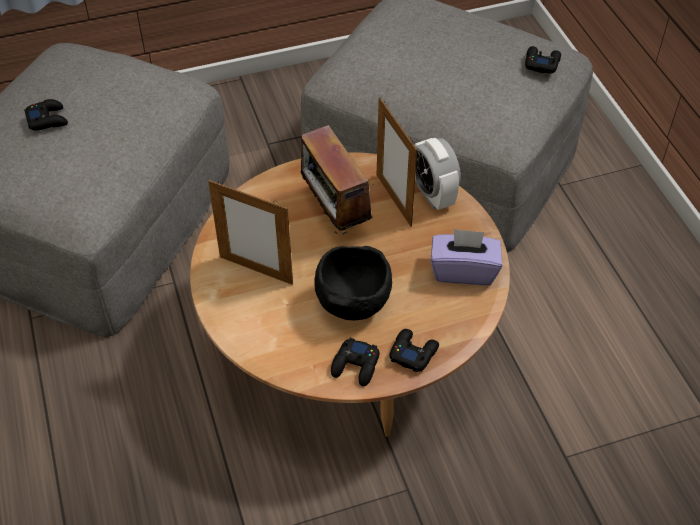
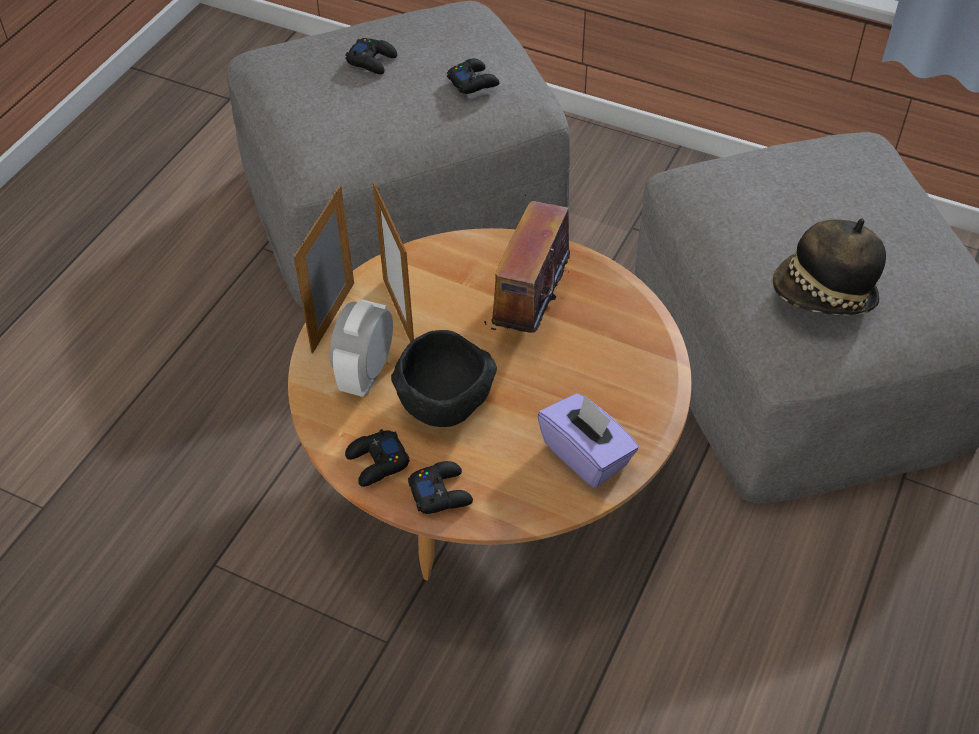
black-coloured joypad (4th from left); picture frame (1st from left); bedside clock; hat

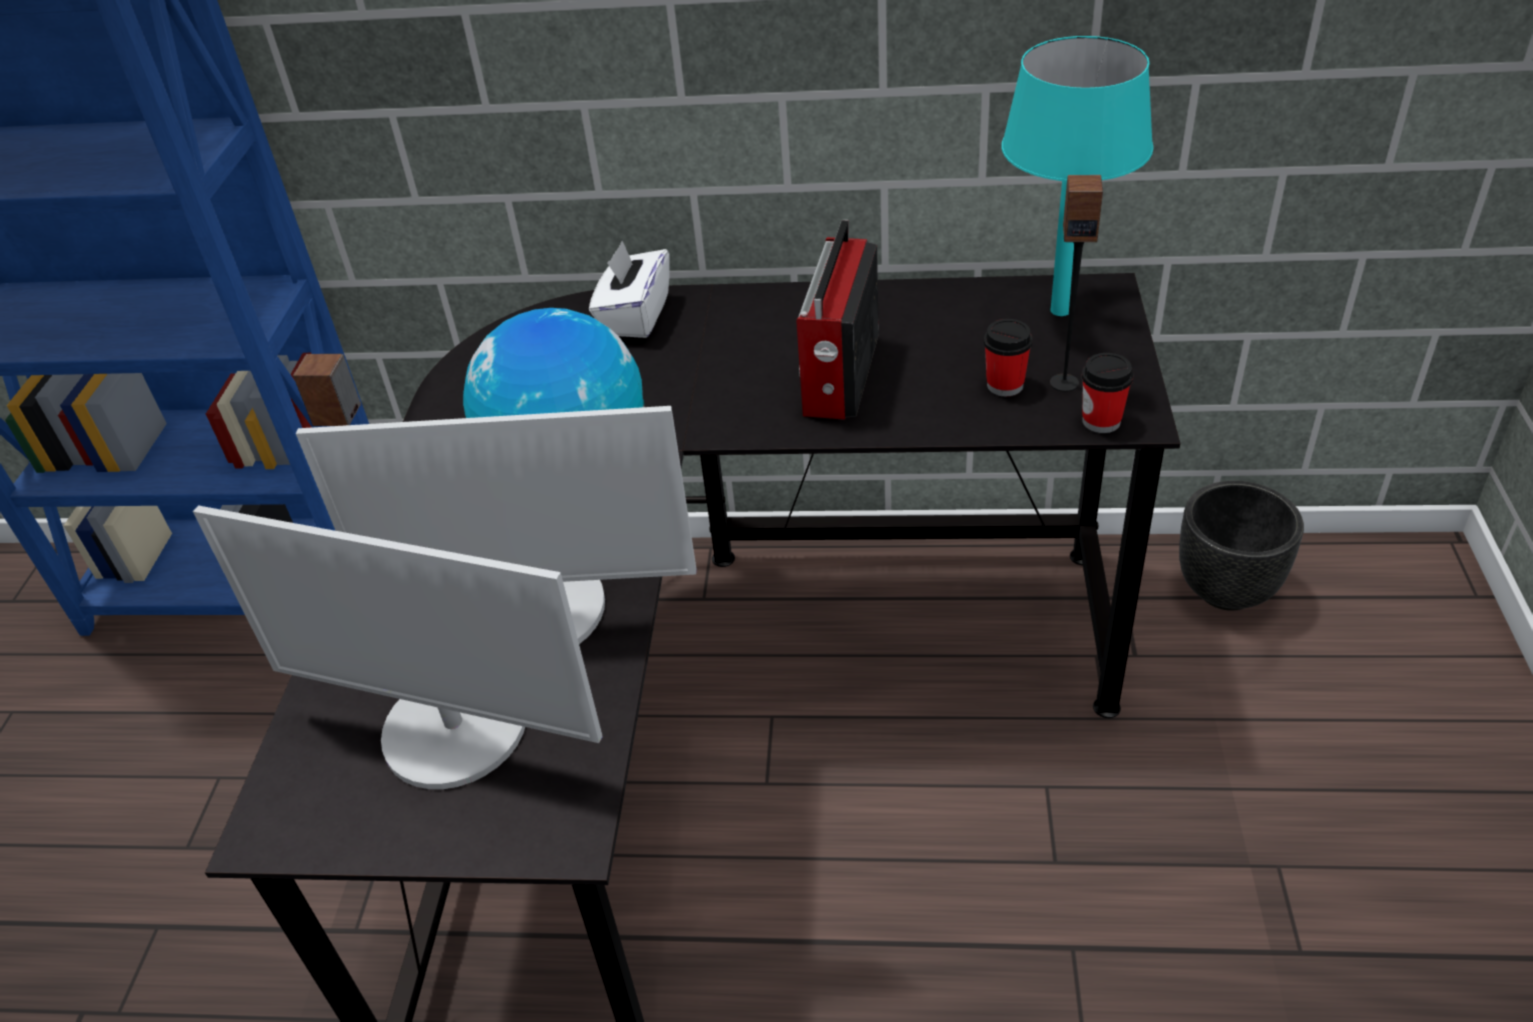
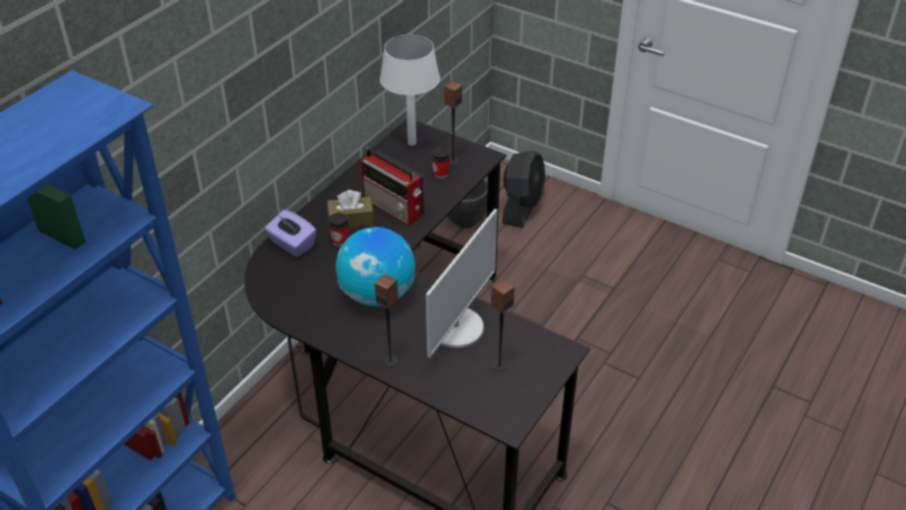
whitish lamp for a table; purplish box of tissues; drinking cup (1st from left); audio speaker (3rd from left); black-coloured electric fan; brown-coloured box of tissues

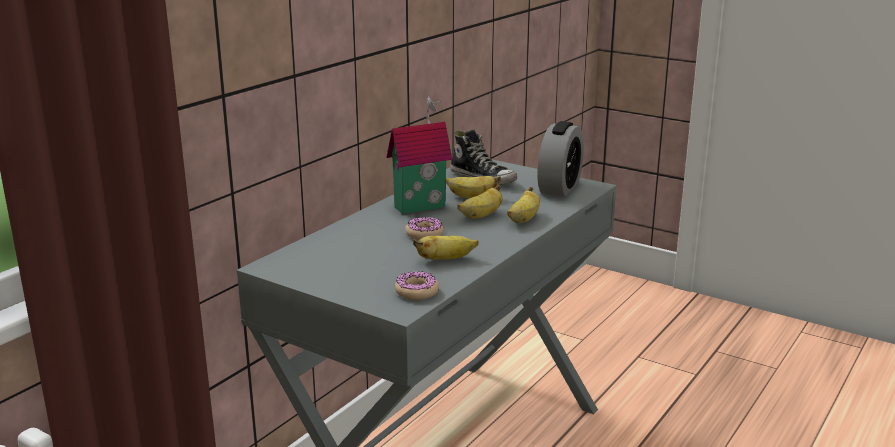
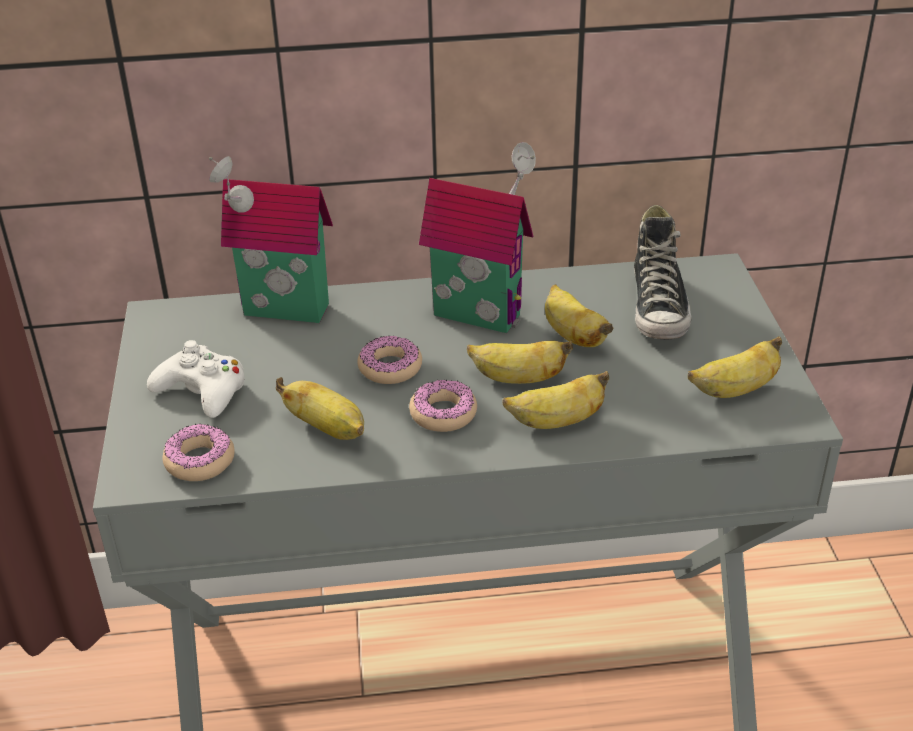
banana fruit (5th from left); toy house (1st from left); whitish joypad; donut (3rd from left)

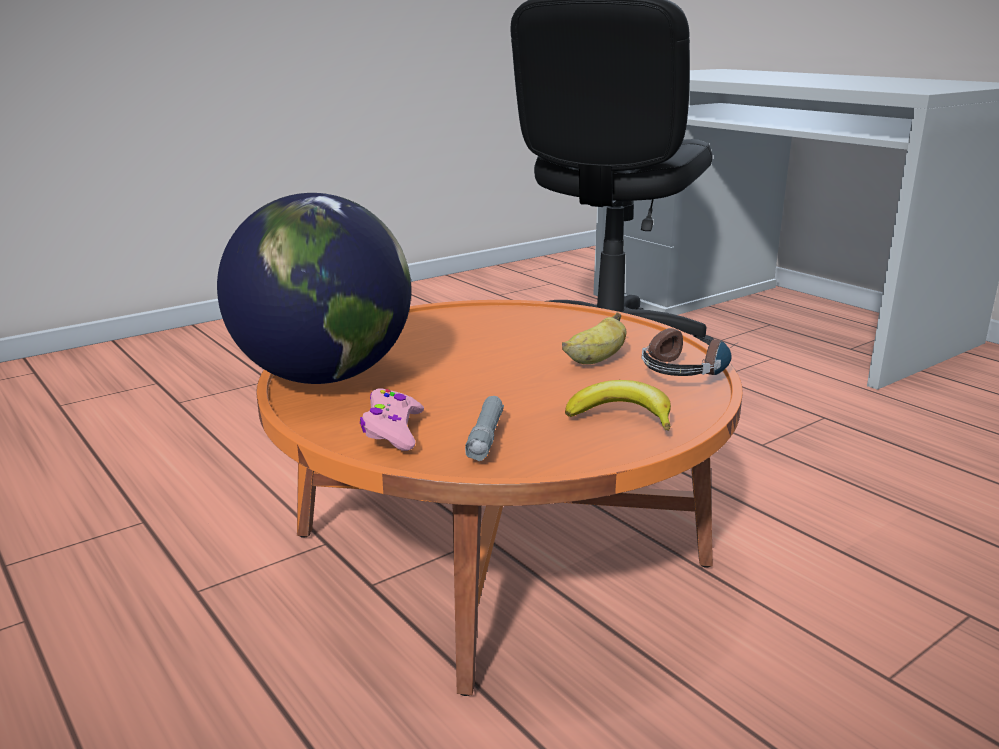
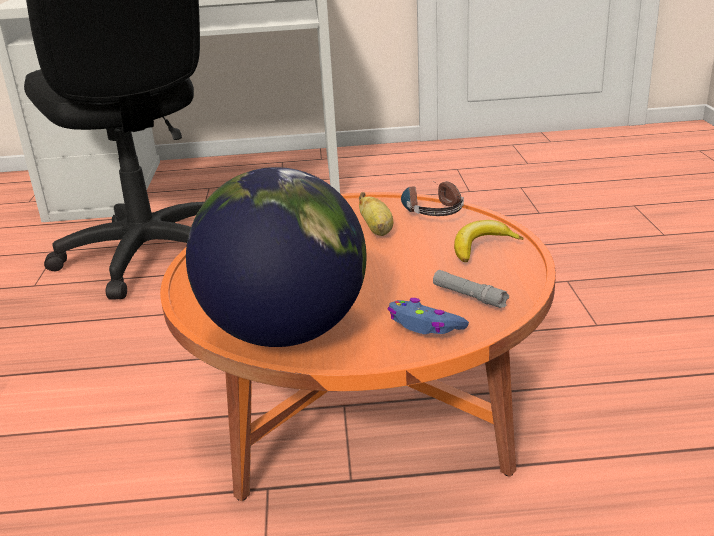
blue-coloured joypad

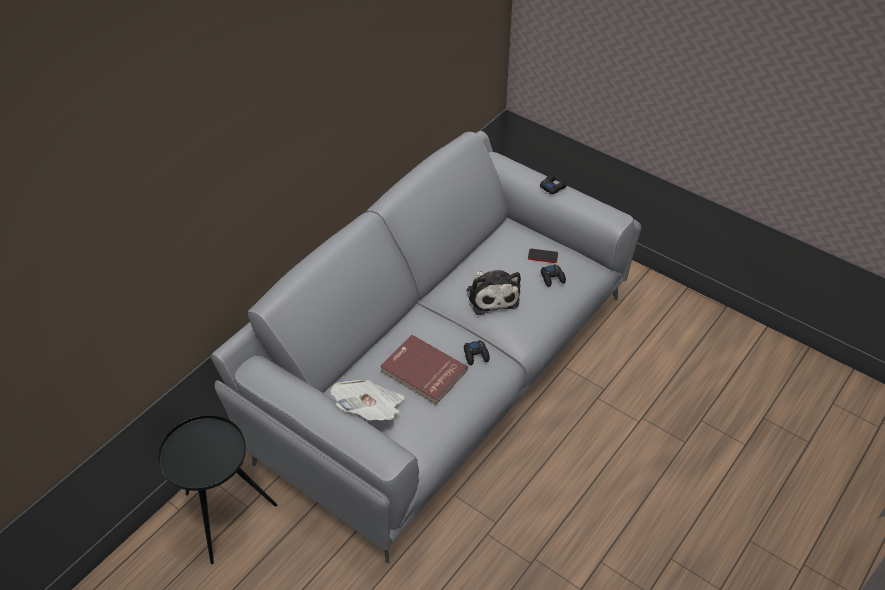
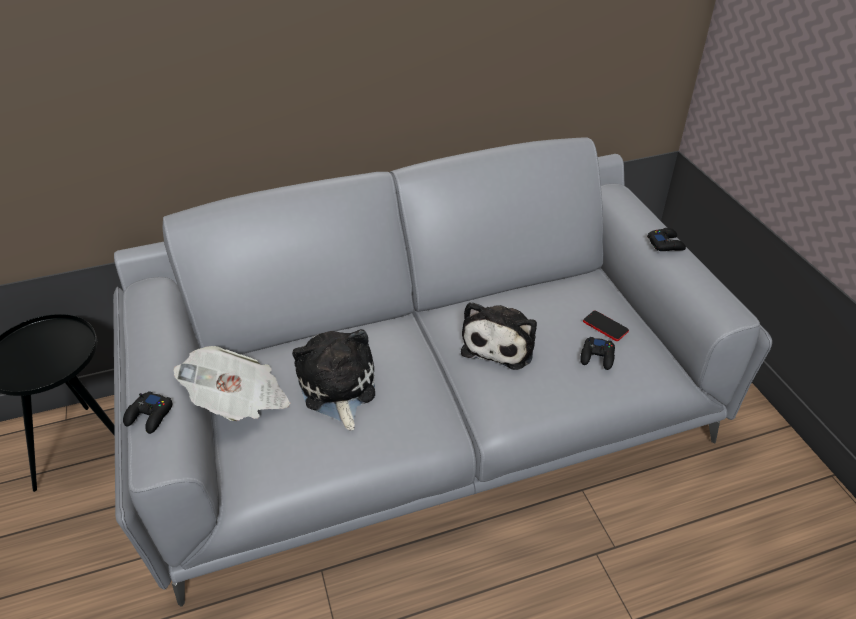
cuddly toy (1st from left); black-coloured joypad (1st from left)

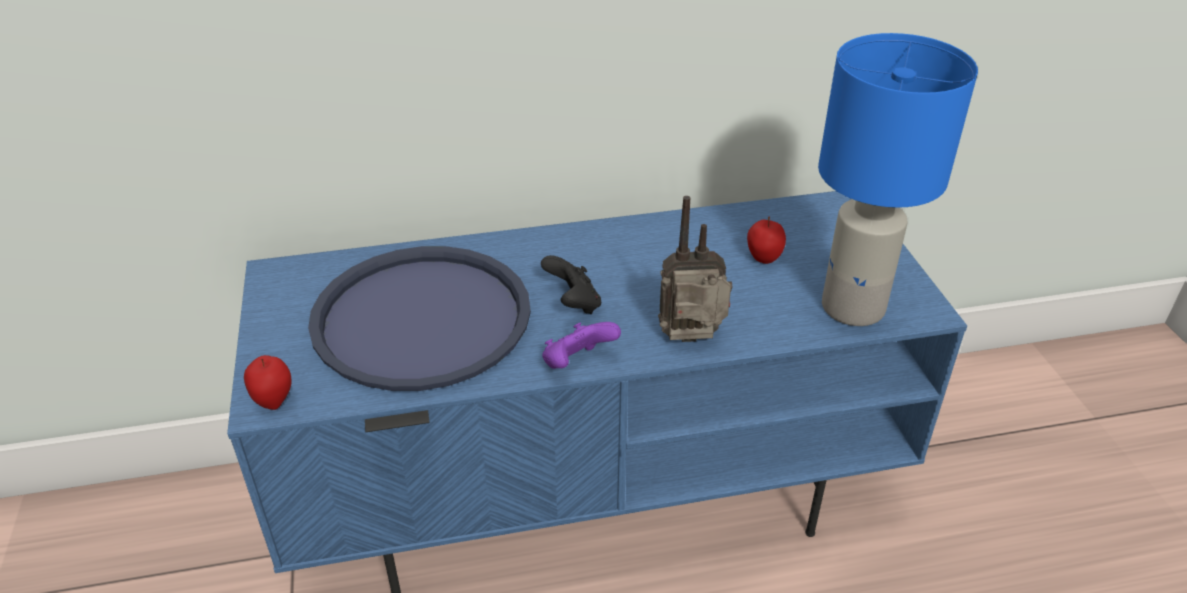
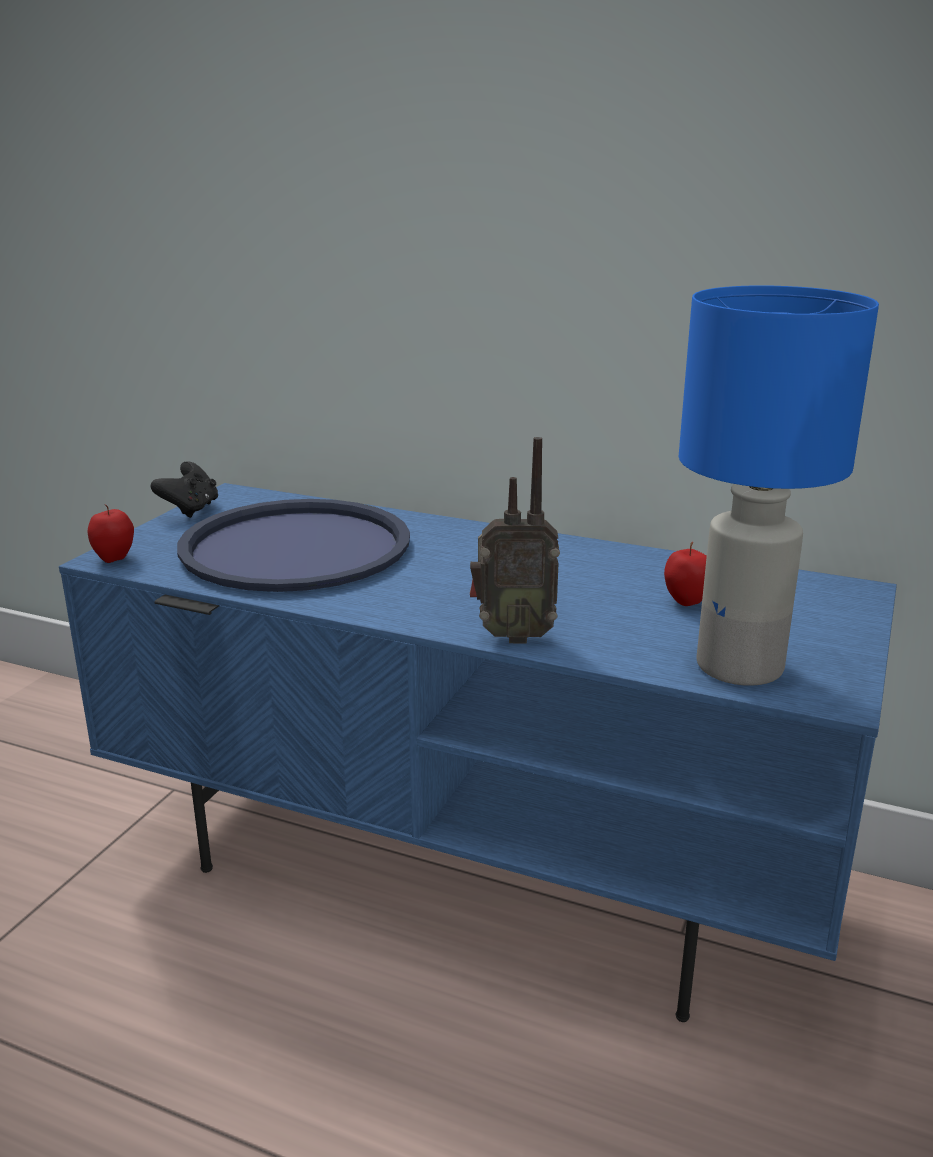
radio; black-coloured joypad; purplish joypad

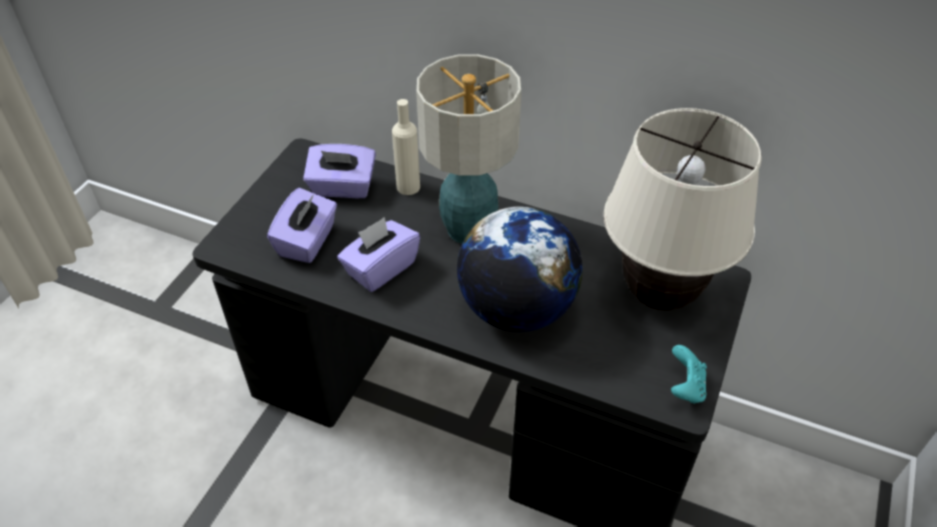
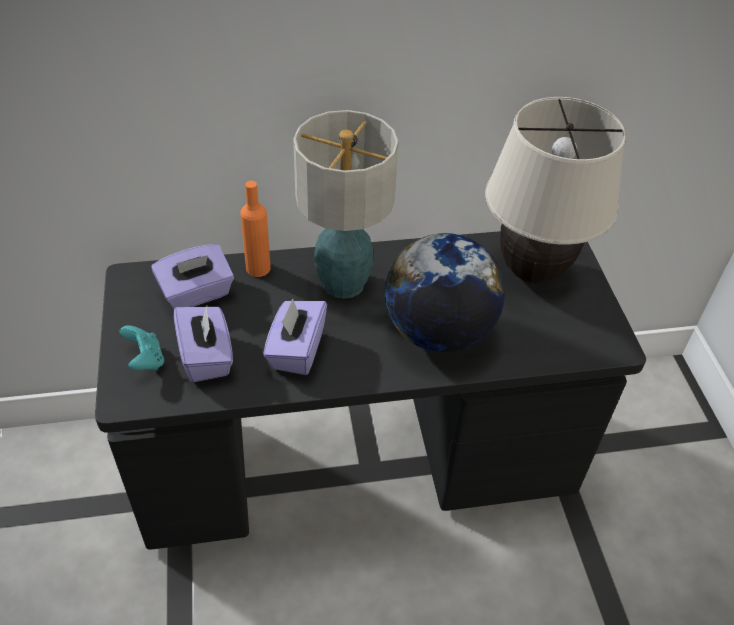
orangey beverage bottle; turquoise joypad

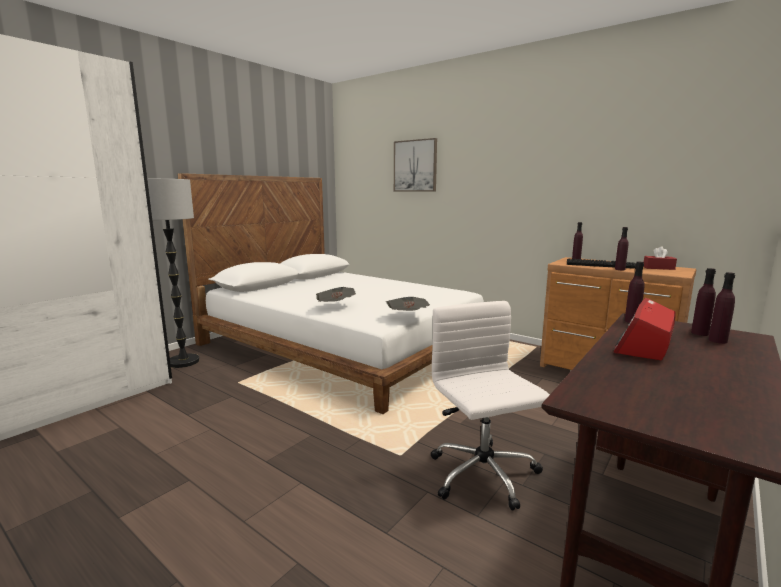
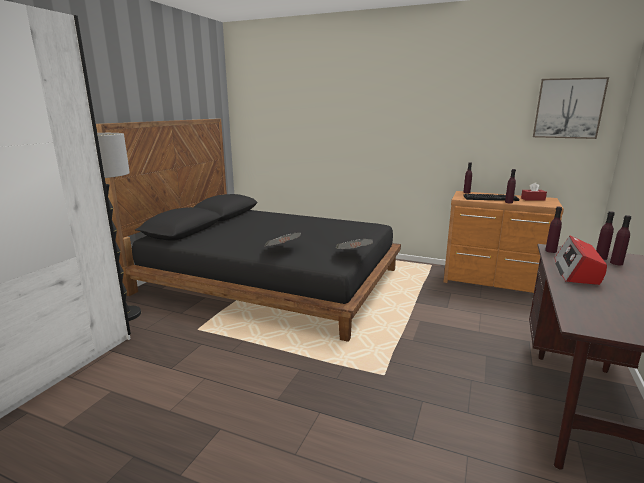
picture; black-coloured bedroom bed; whitish computer chair

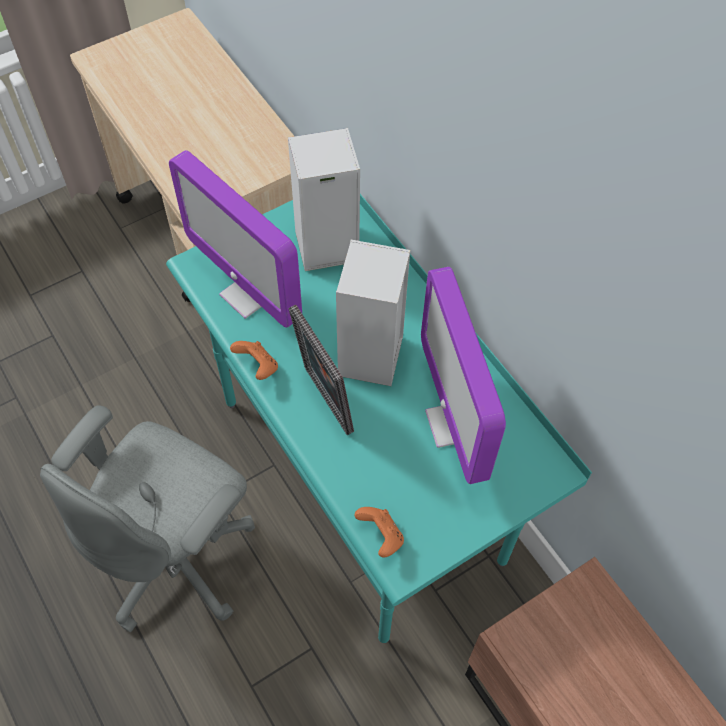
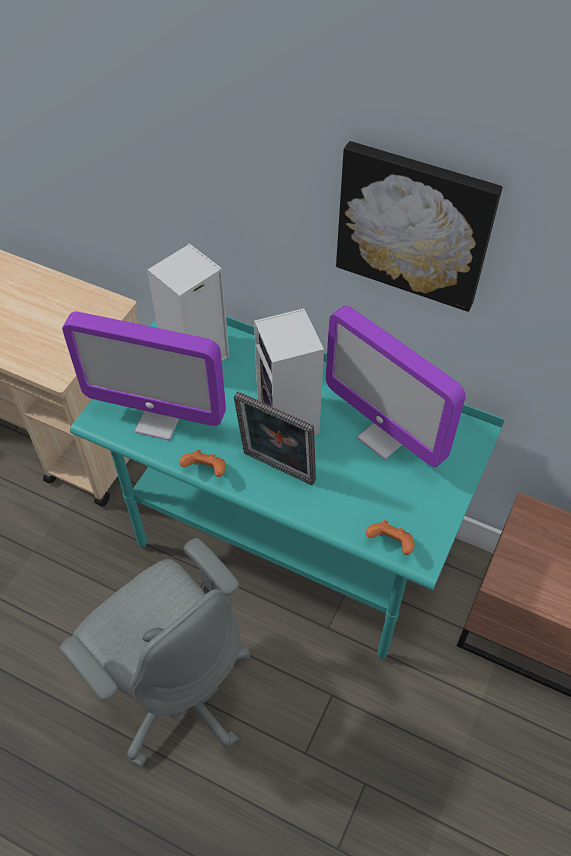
gray computer chair; picture

